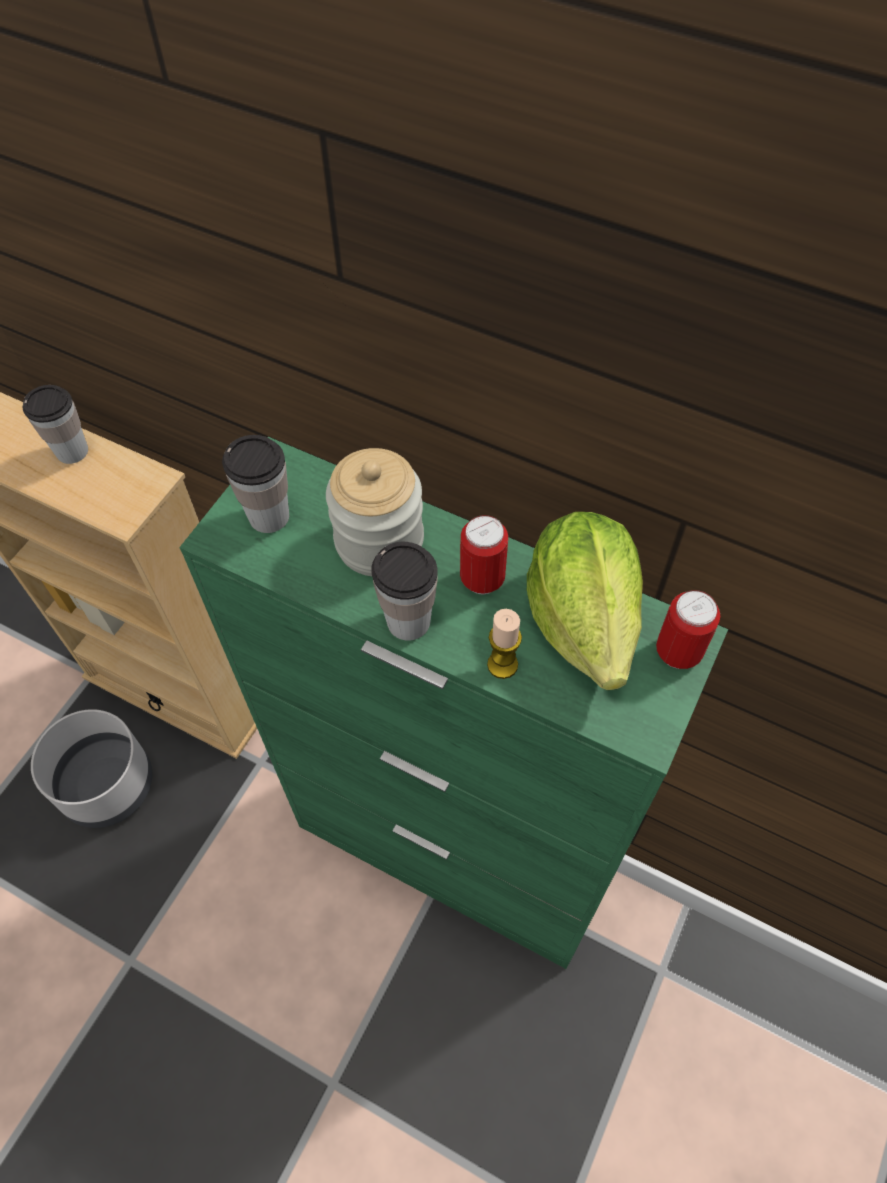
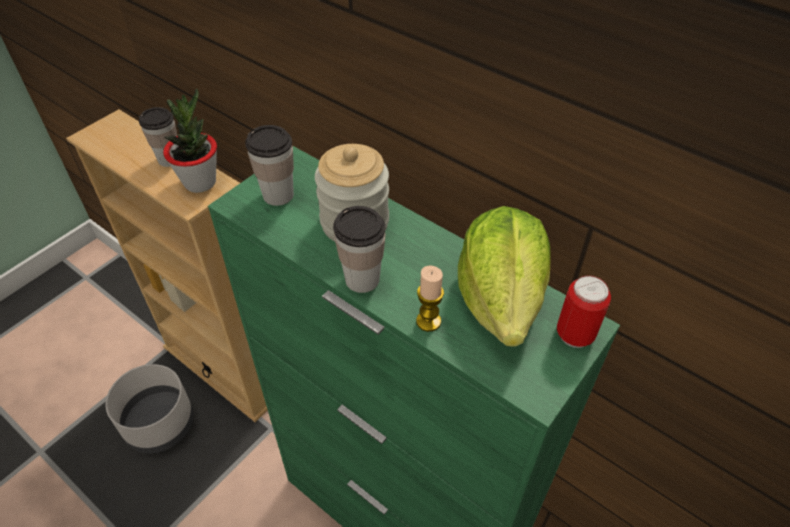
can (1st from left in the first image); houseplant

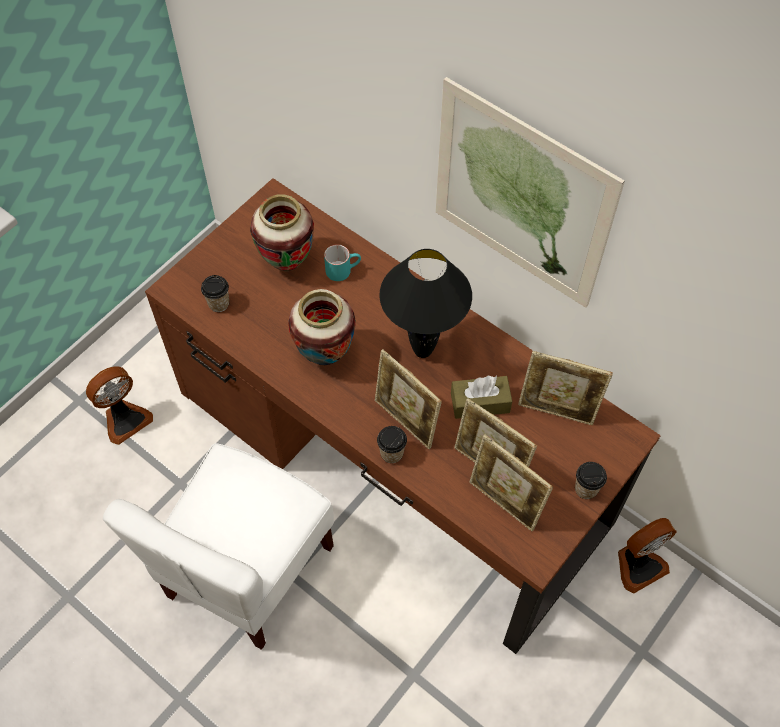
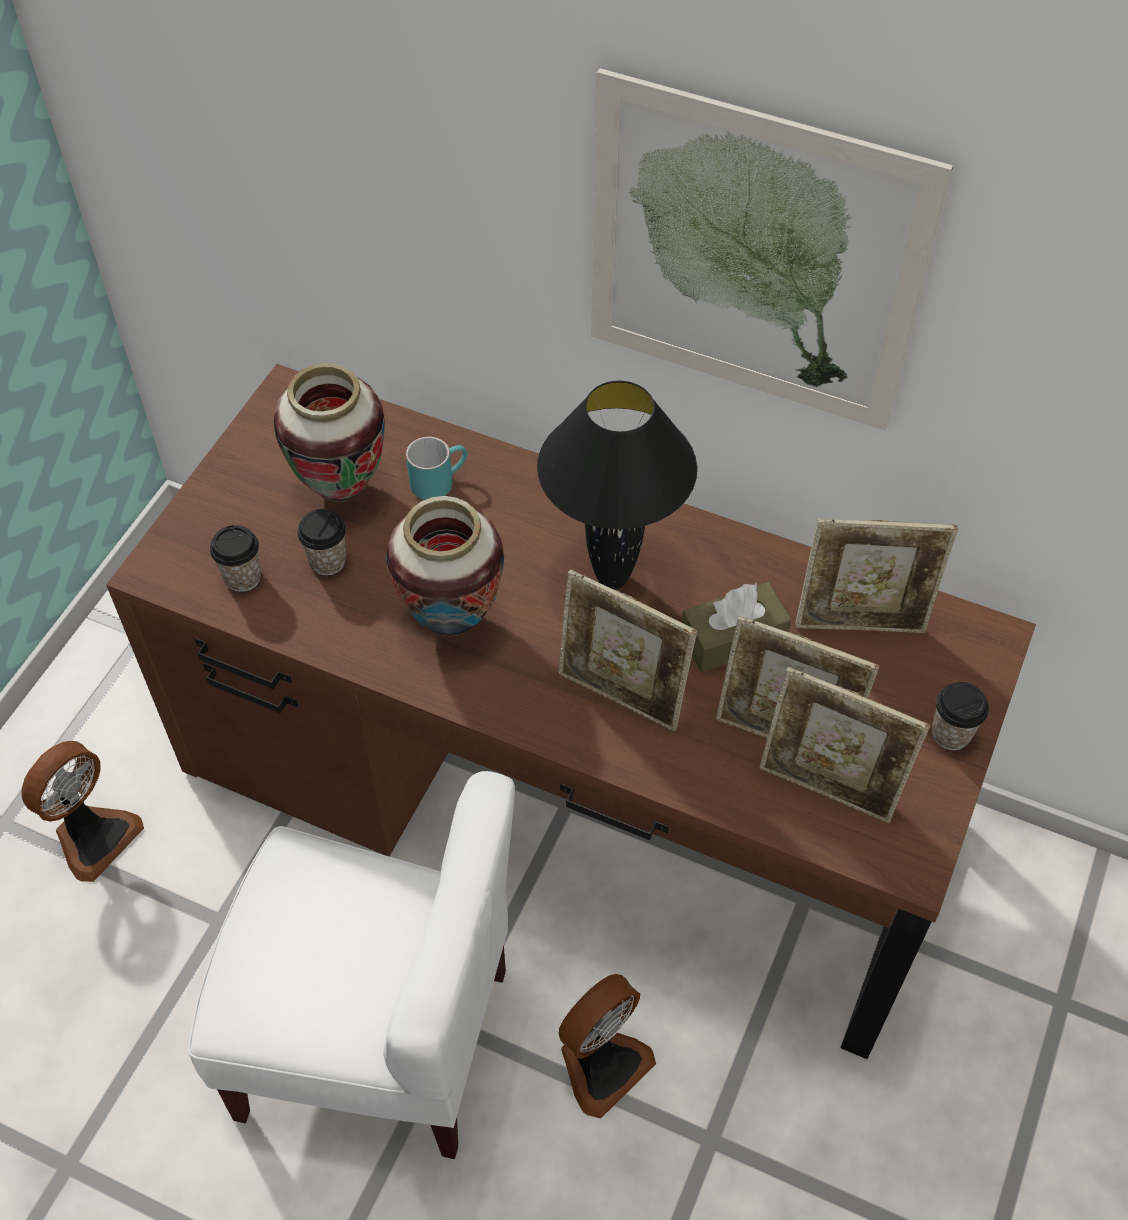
drinking cup (2nd from left); whitish plain chair; electric fan (2nd from left)

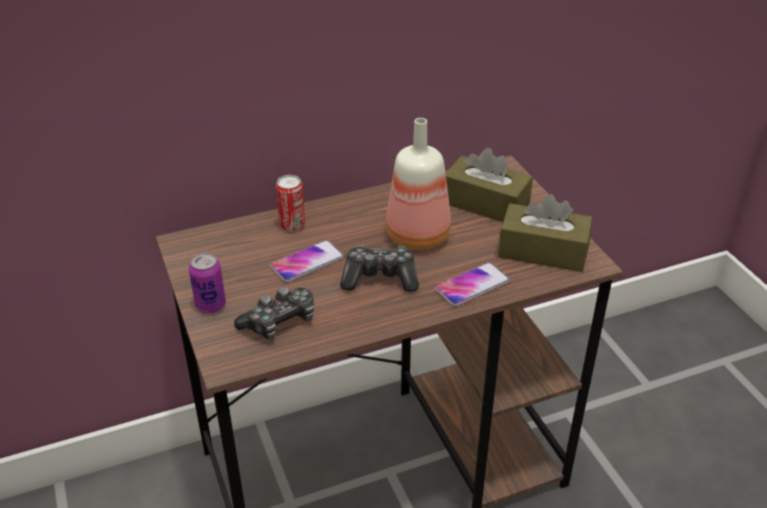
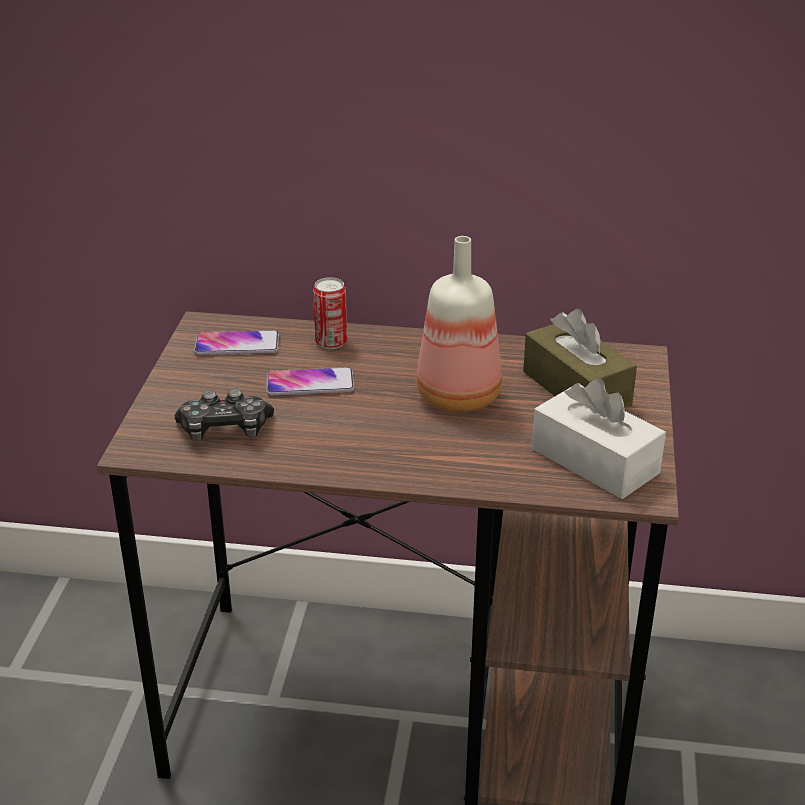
whitish box of tissues; joypad (2nd from left in the first image); can (1st from left in the first image); handset (1st from left)

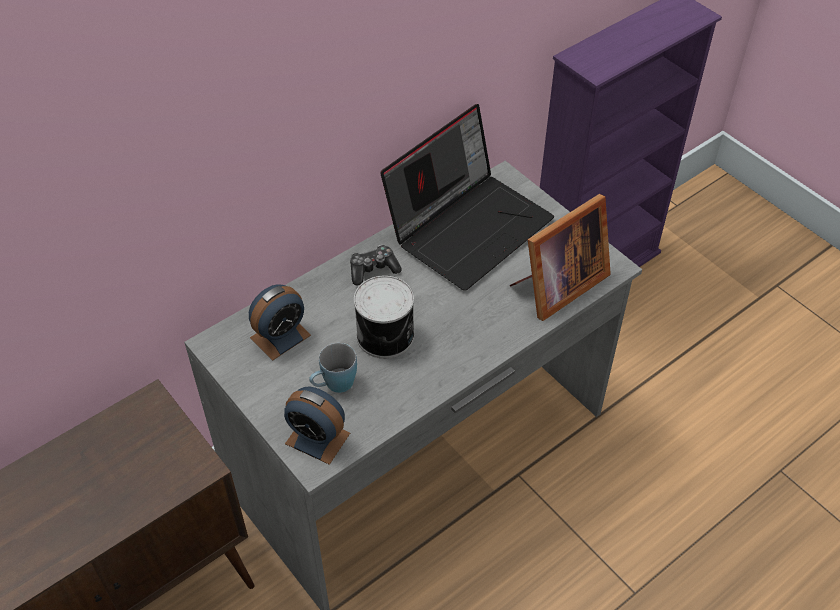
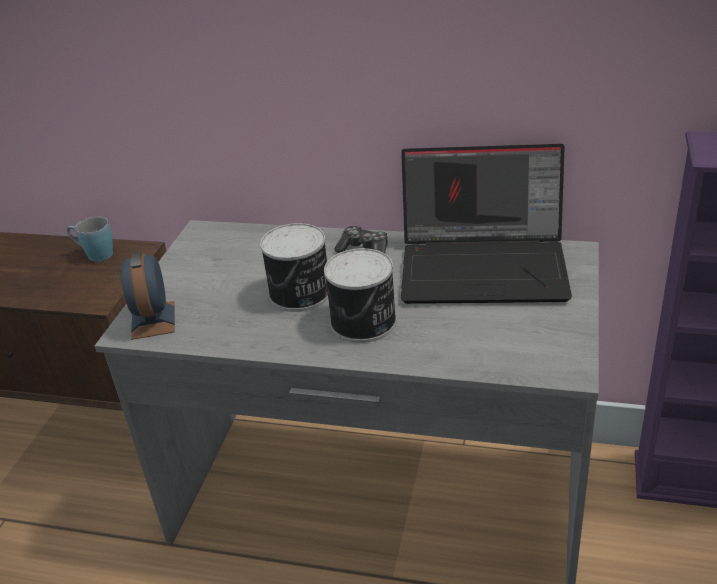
picture frame; bedside clock (1st from left in the first image); blue-coloured mug; can (2nd from left)

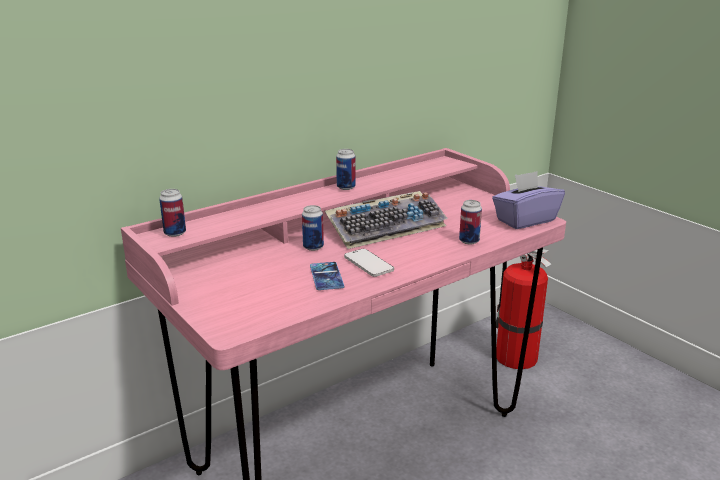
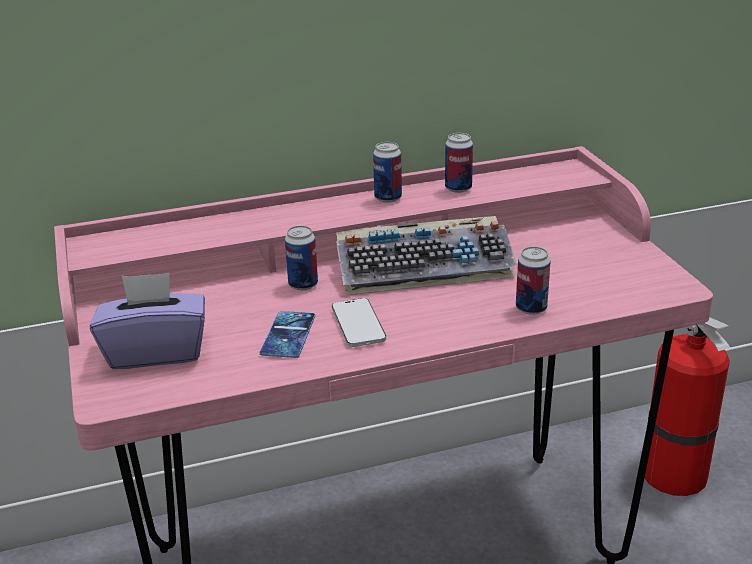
purplish box of tissues; can (3rd from left)

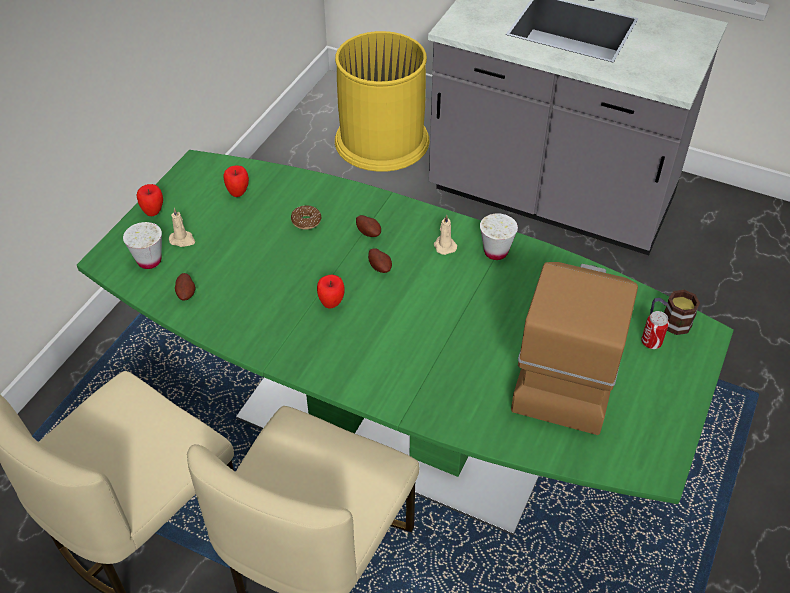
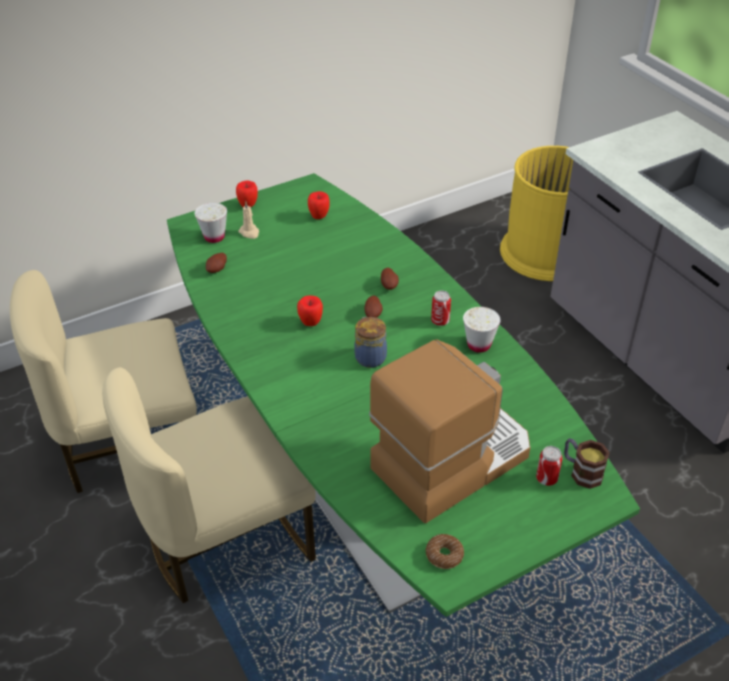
donut; can (1st from left); jar

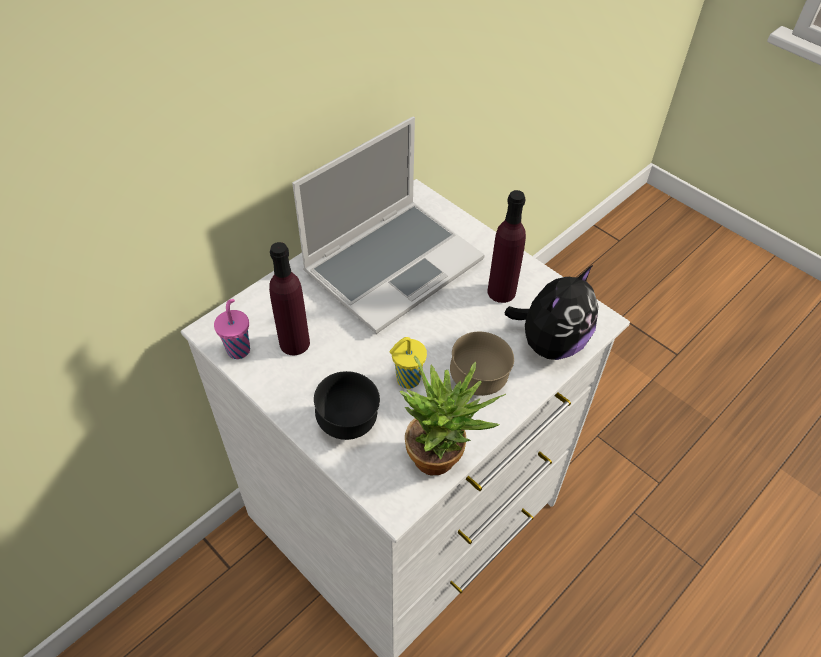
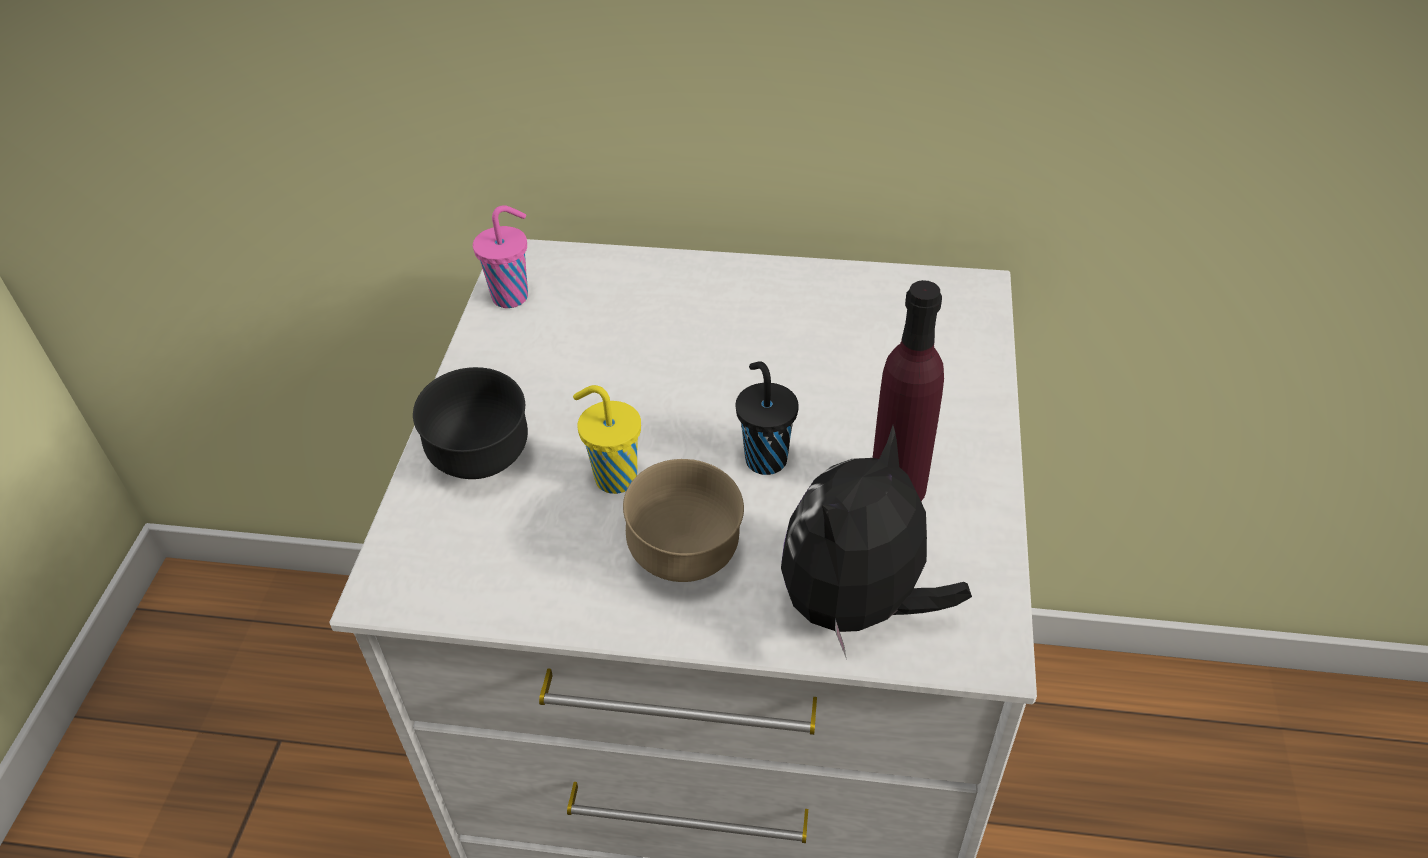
notebook computer; purplish beverage bottle (1st from left in the first image); cuddly toy; houseplant; black-coloured drinking cup

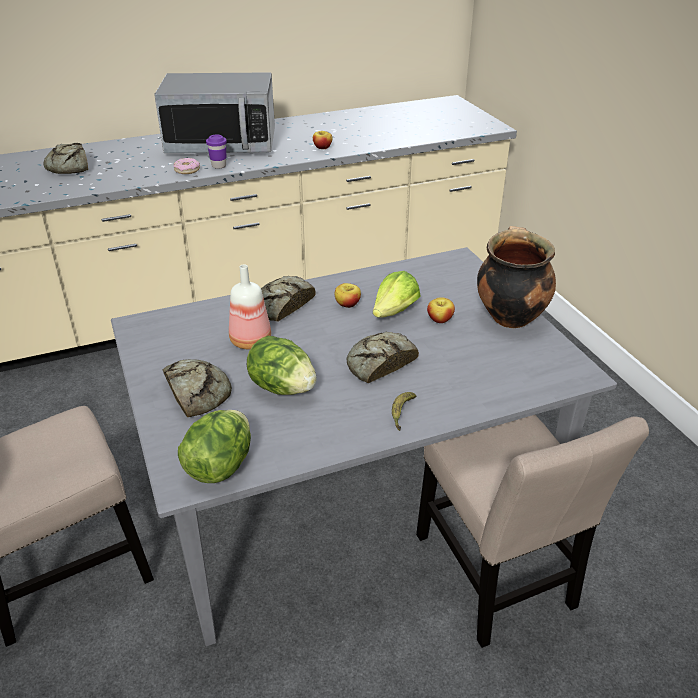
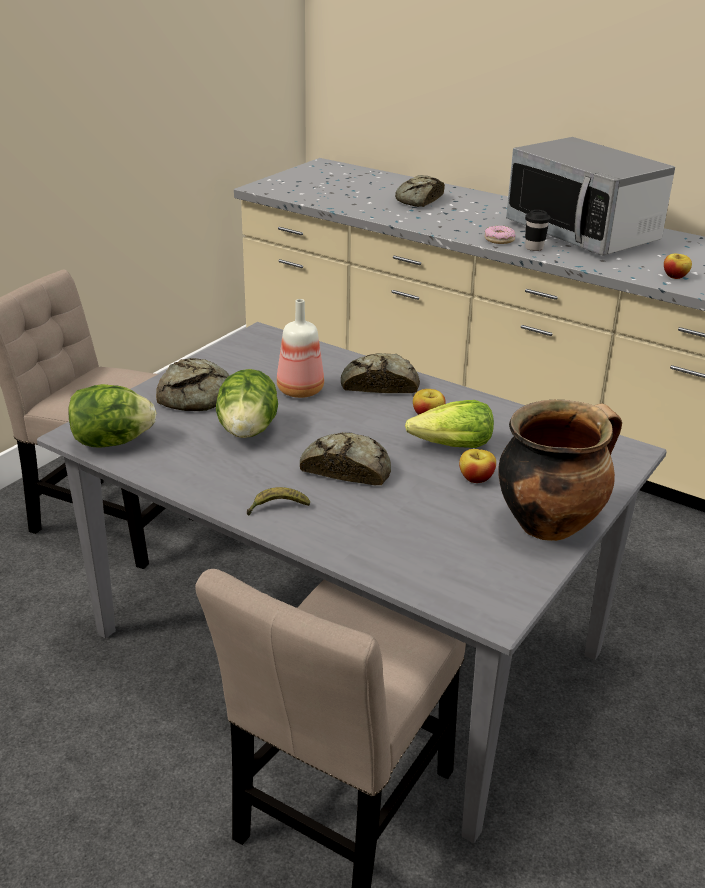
black-coloured drinking cup

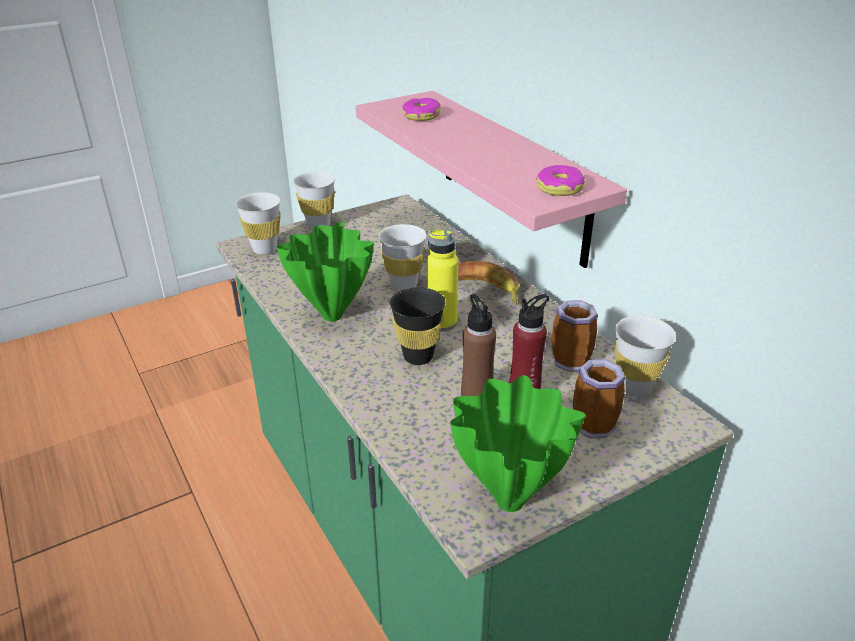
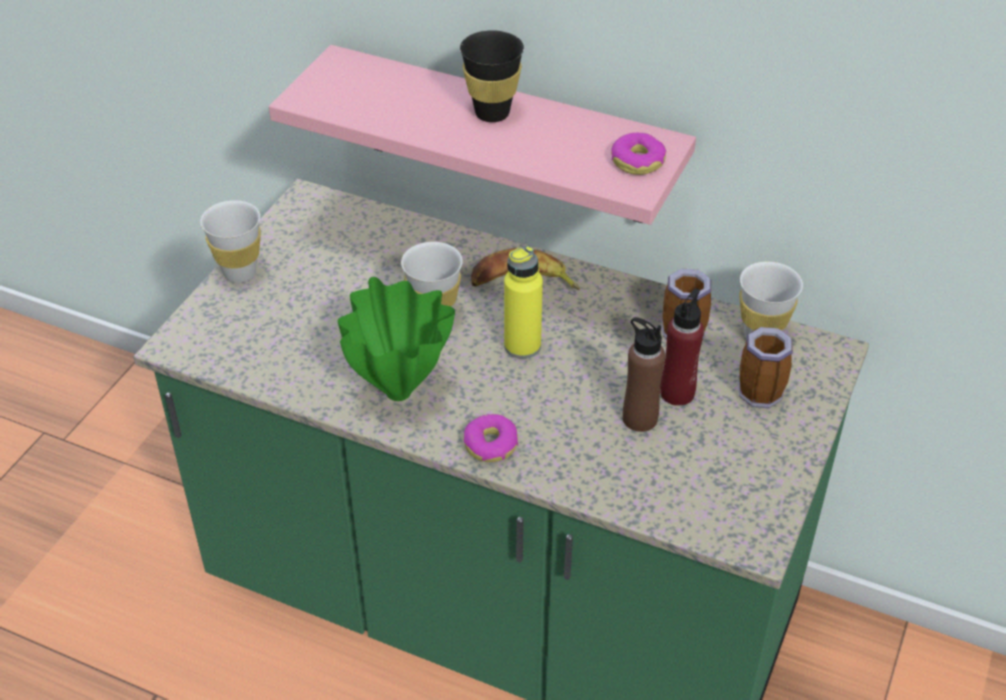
donut (1st from left); whitish drinking cup (1st from left in the first image); black-coloured drinking cup; greenish flower vase (2nd from left in the first image)

